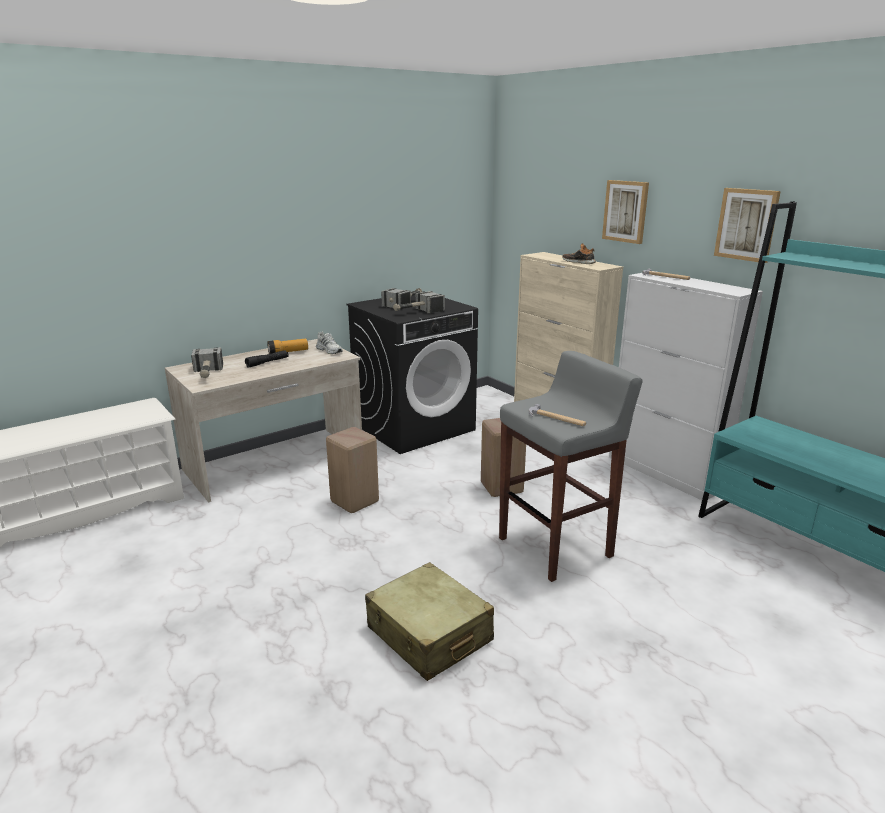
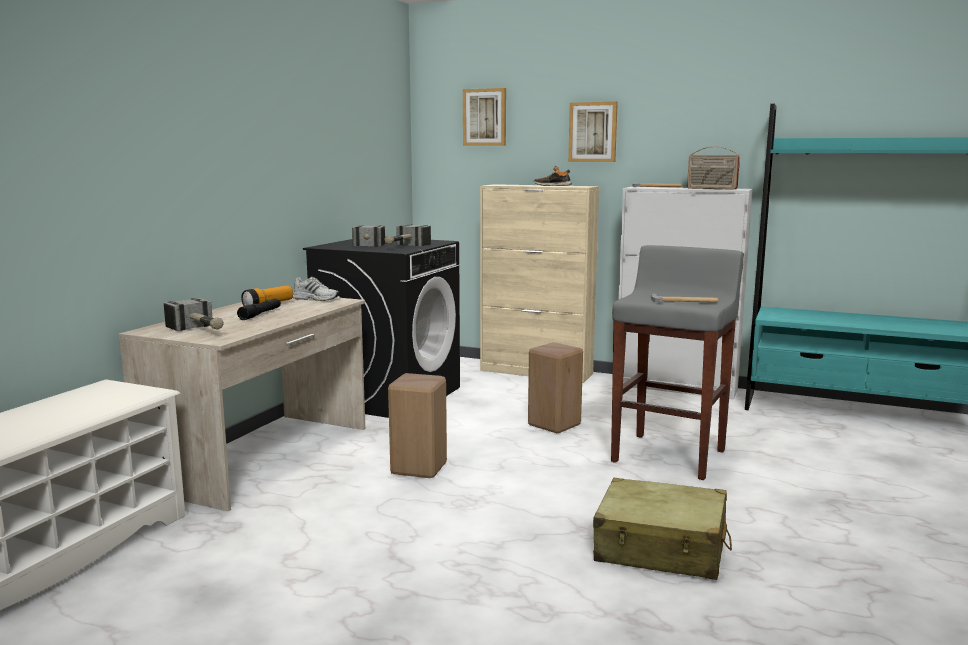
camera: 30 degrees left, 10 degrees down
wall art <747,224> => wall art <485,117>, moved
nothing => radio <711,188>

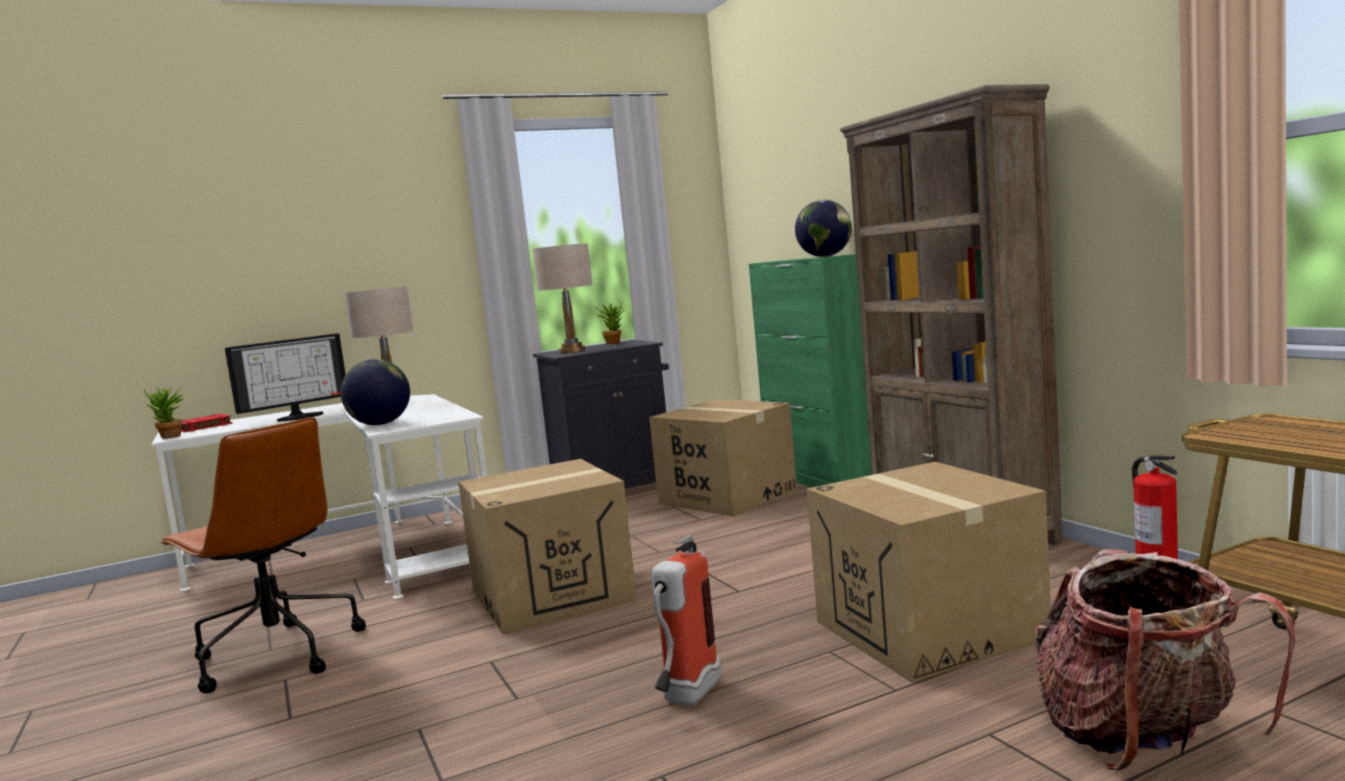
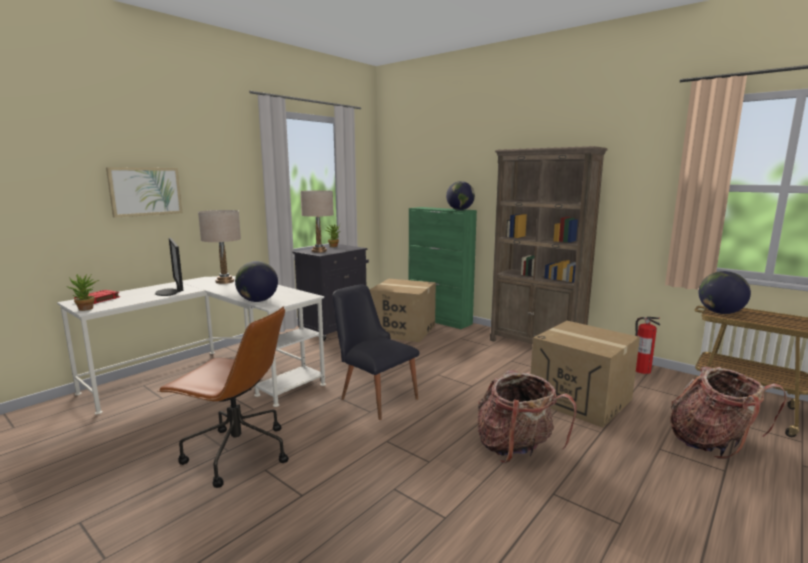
camera: 25 degrees left, 5 degrees up
monitor <300,416> => monitor <171,292>, 120 degrees clockwise
packing box <552,595> => chair in black <374,396>
fire-fighting cylinder <687,698> => knapsack <516,449>
nothing => wall art <145,191>
nothing => globe <720,313>

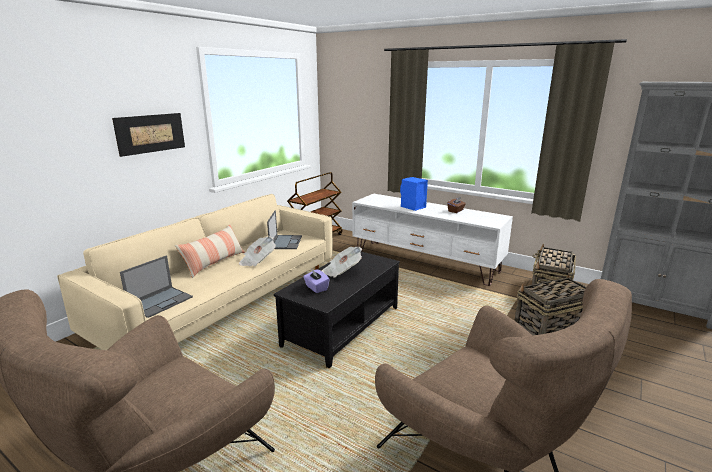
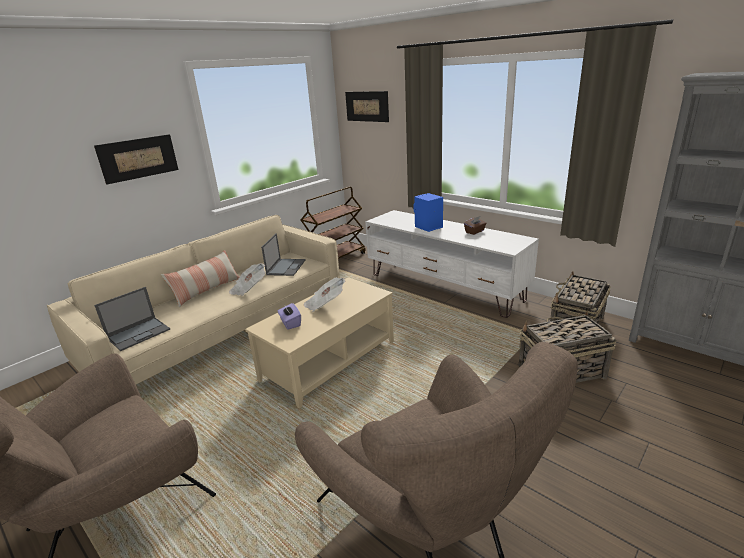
camera: 10 degrees right, 5 degrees up
lounge table in black <341,326> => lounge table in sand-coloured <328,360>
nothing => wall art <367,106>

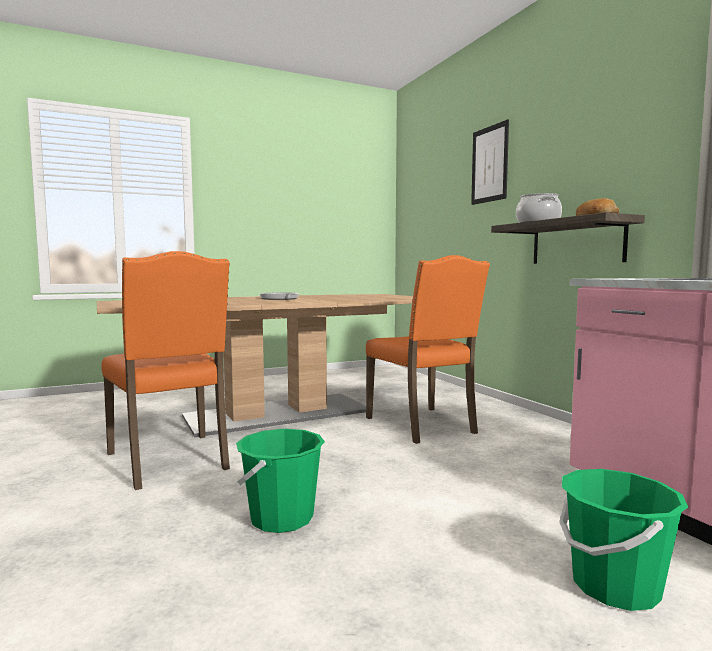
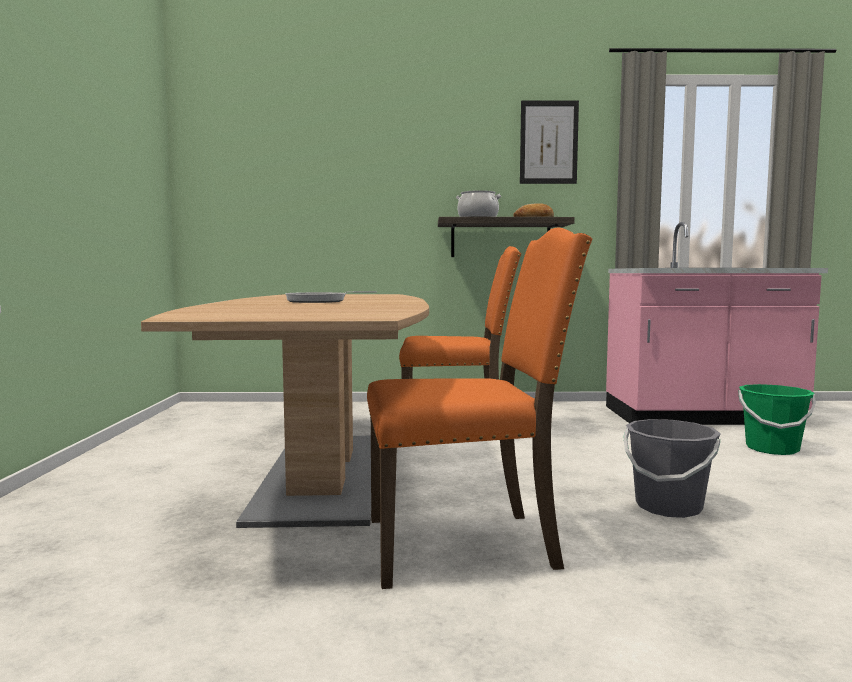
camera: 65 degrees left, 0 degrees up
pail in green <281,518> => pail in greyish <668,507>
wall art <489,164> => wall art <548,142>, moved

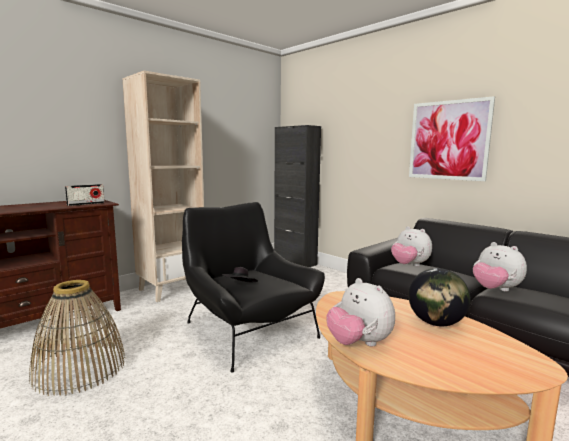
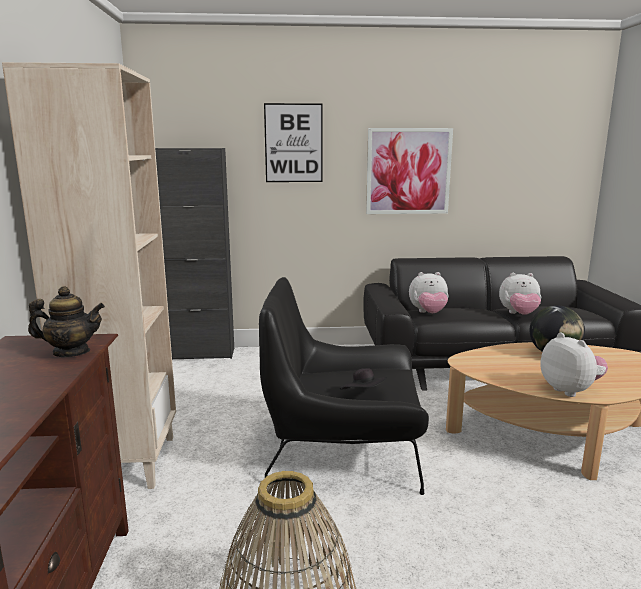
camera: 50 degrees left, 5 degrees up
radio <86,204> => teapot <71,352>
plush toy <359,343> => plush toy <570,390>, 120 degrees counterclockwise
nothing => wall art <293,143>

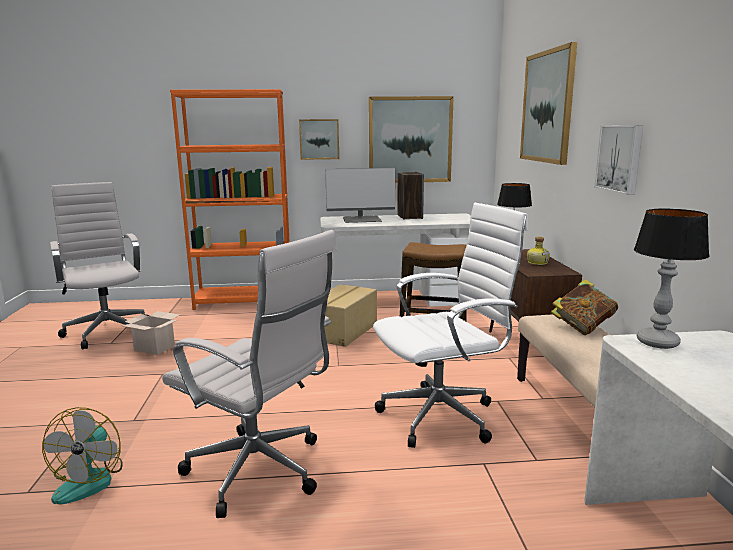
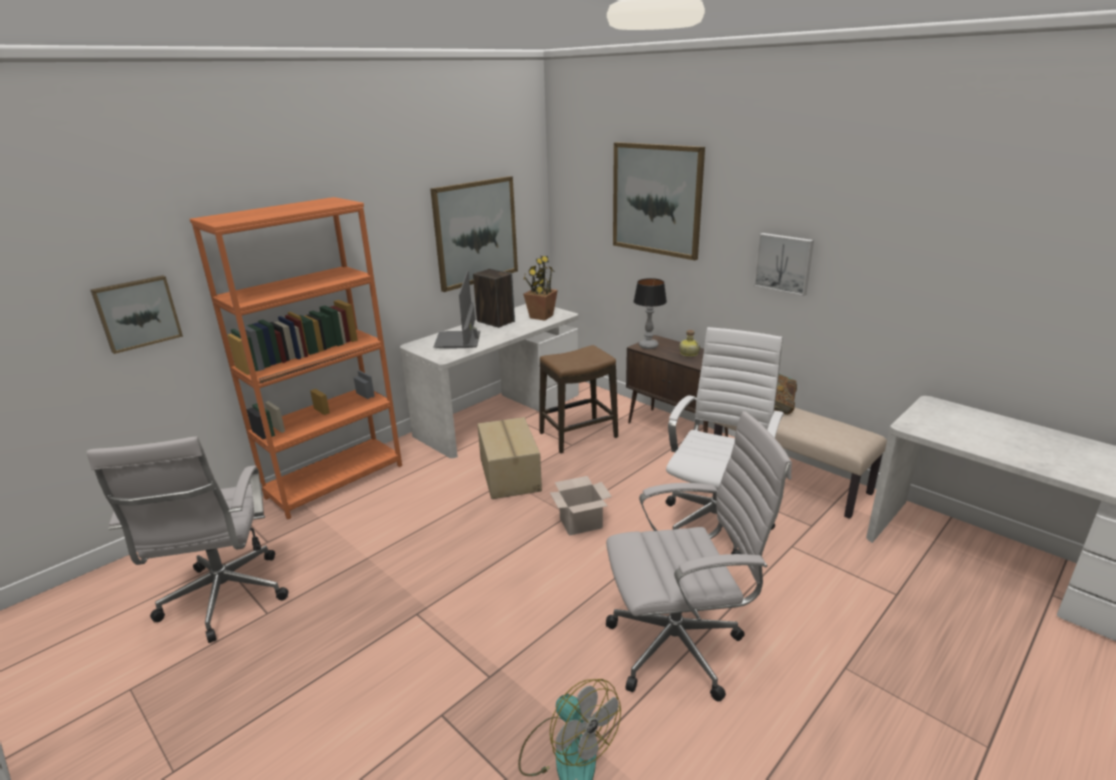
camera: 40 degrees left, 10 degrees up
computer chair in whitish <107,331> => computer chair in whitish <224,601>, 120 degrees counterclockwise
packing box <155,348> => packing box <581,522>, moved
wall art <319,139> => wall art <137,313>, moved
monitor <361,220> => monitor <459,340>, 135 degrees clockwise
lamp for a table <658,342> => nothing
nothing => plant in a pot <541,316>

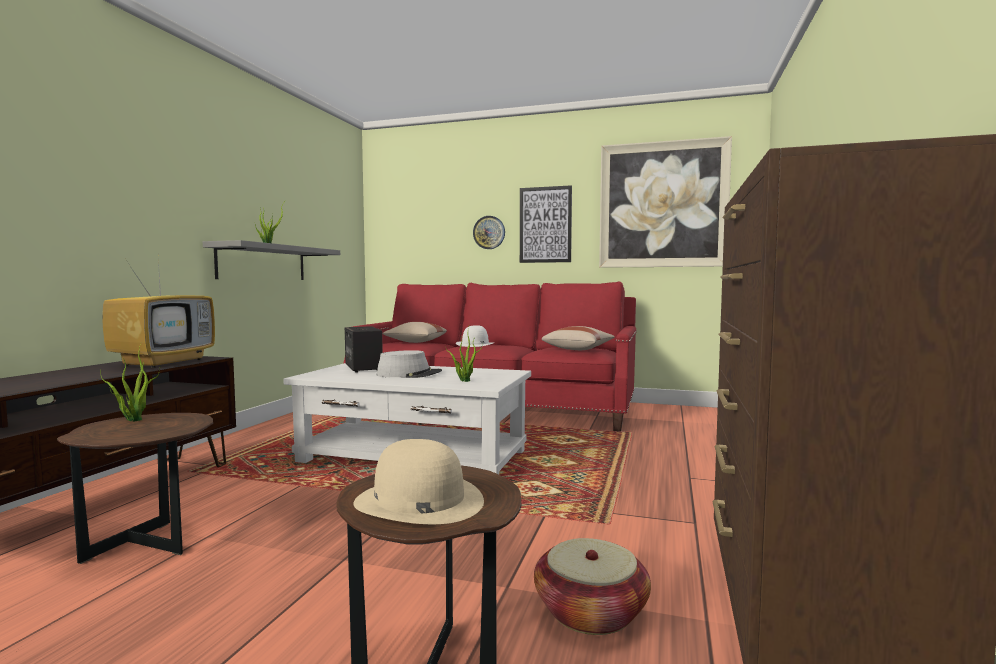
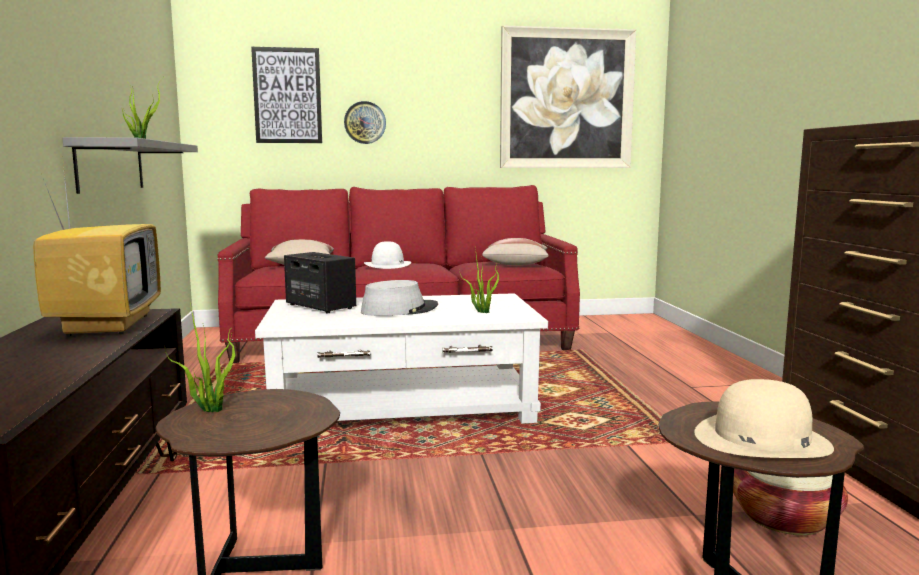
camera: 25 degrees left, 5 degrees up
wall art <545,225> => wall art <287,96>, moved

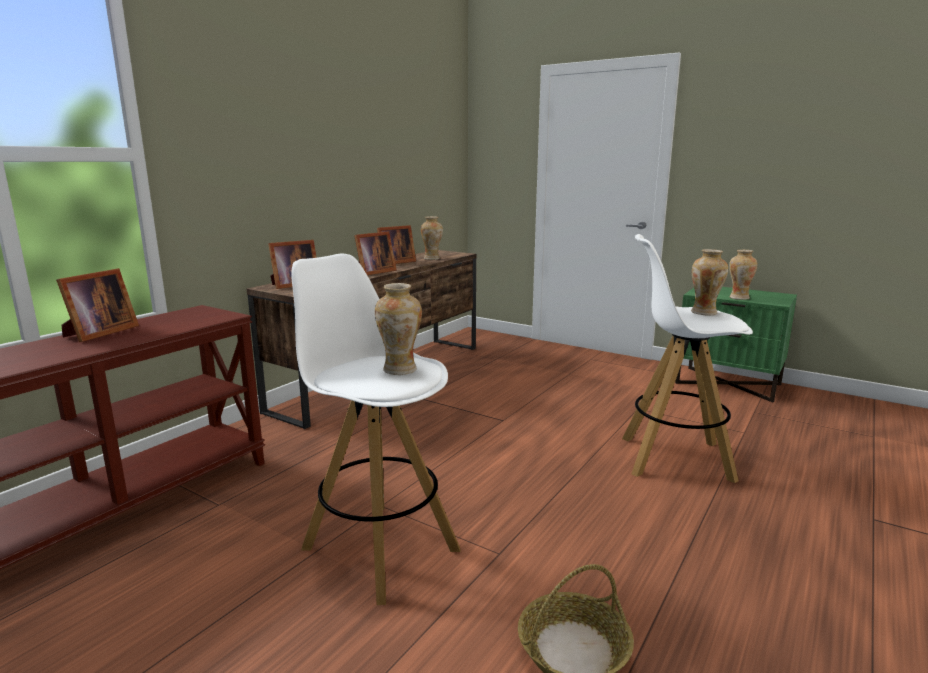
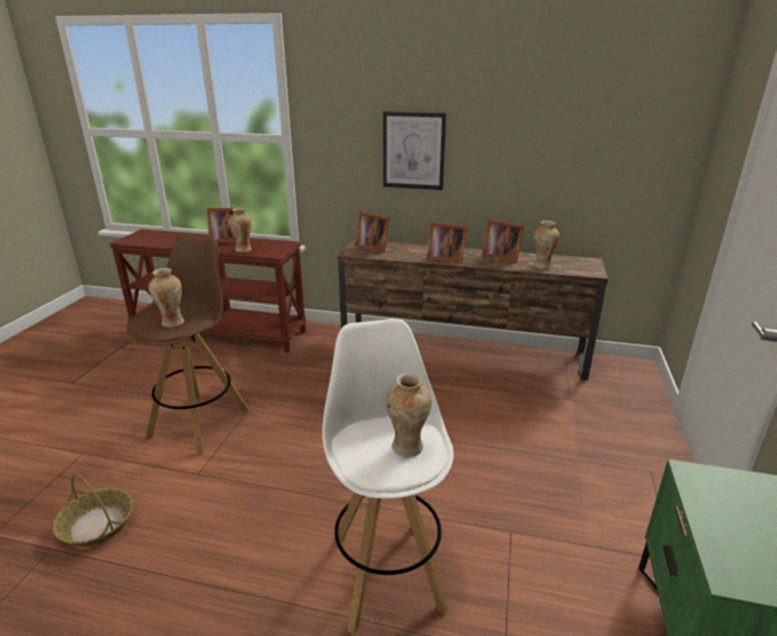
camera: 70 degrees right, 10 degrees up
stool seat in whitish <379,547> => stool seat in brownish <200,422>
decorative vase <738,298> => decorative vase <243,250>, moved
nothing => wall art <413,151>

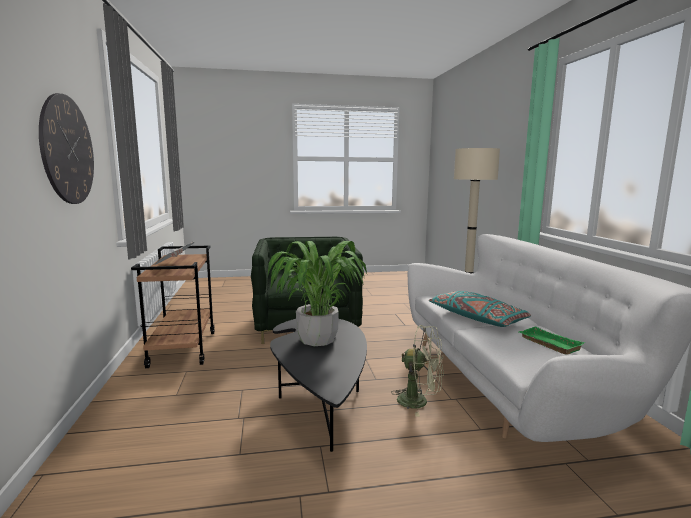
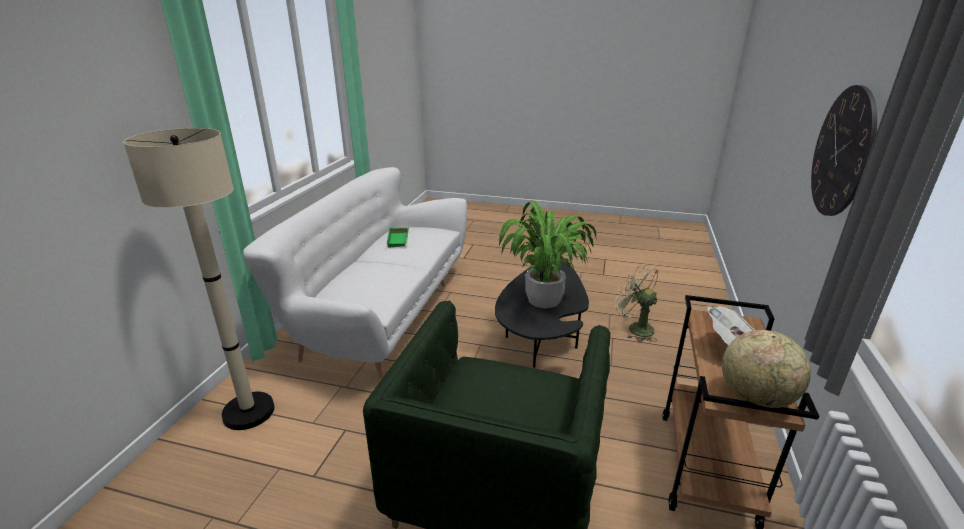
camera: 155 degrees left, 15 degrees up
cooling fan in green <419,402> => cooling fan in green <635,328>, moved
cushion in blue-green <477,318> => nothing
nothing => globe <755,398>

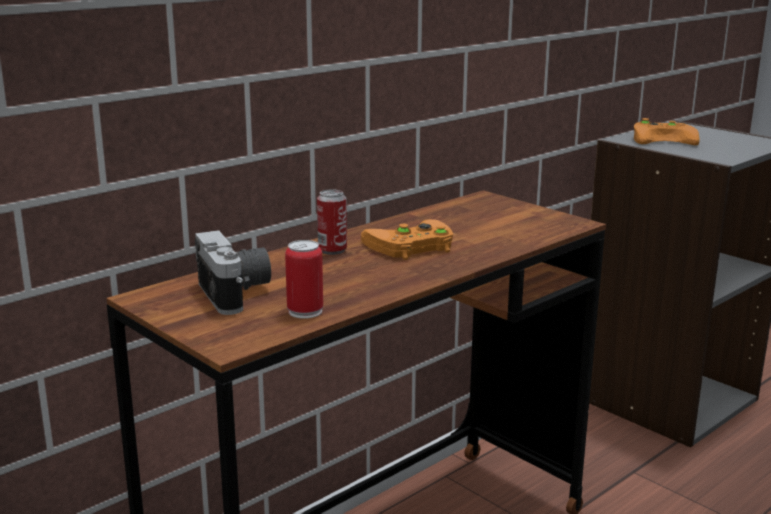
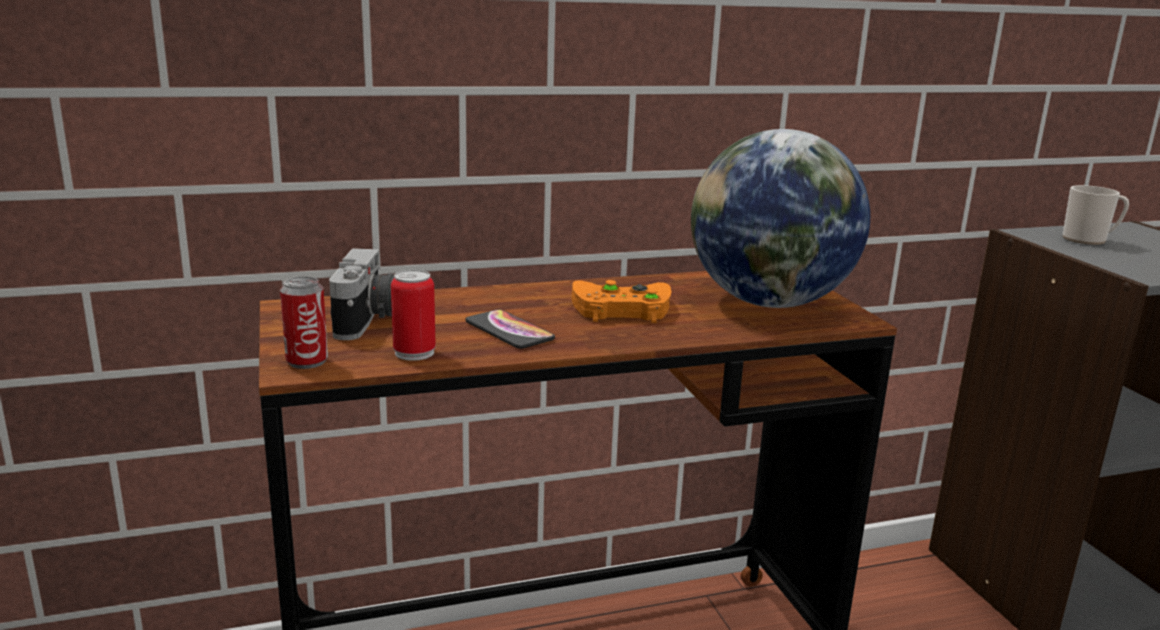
camera: 25 degrees right, 0 degrees up
can <332,250> => can <307,361>, moved
game controller in orange-coloured <665,139> => mug <1089,240>
nothing => phone <509,331>
nothing => globe <769,303>

